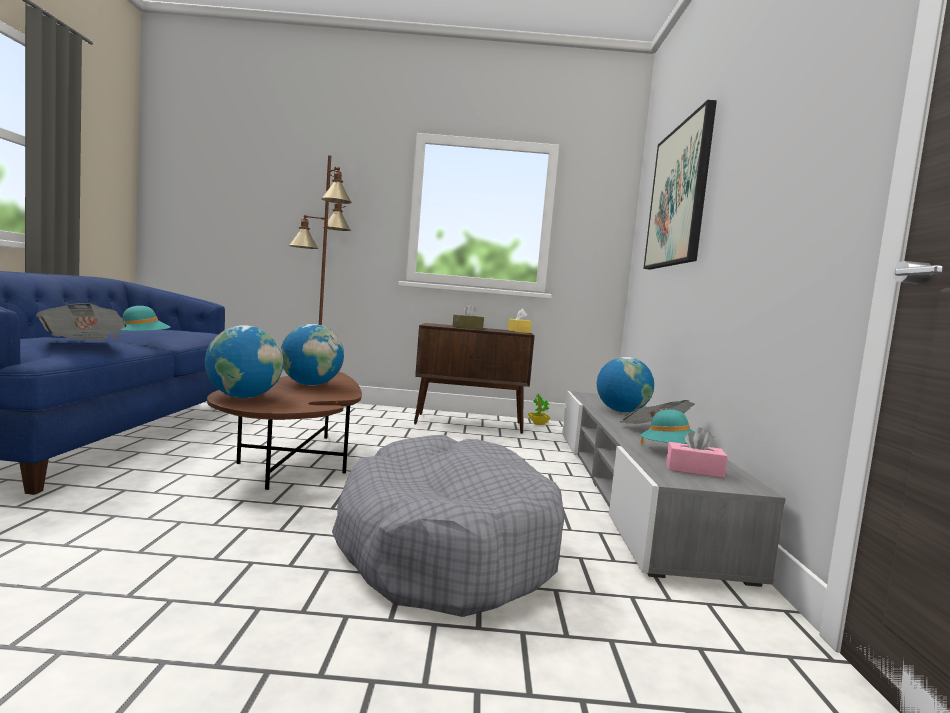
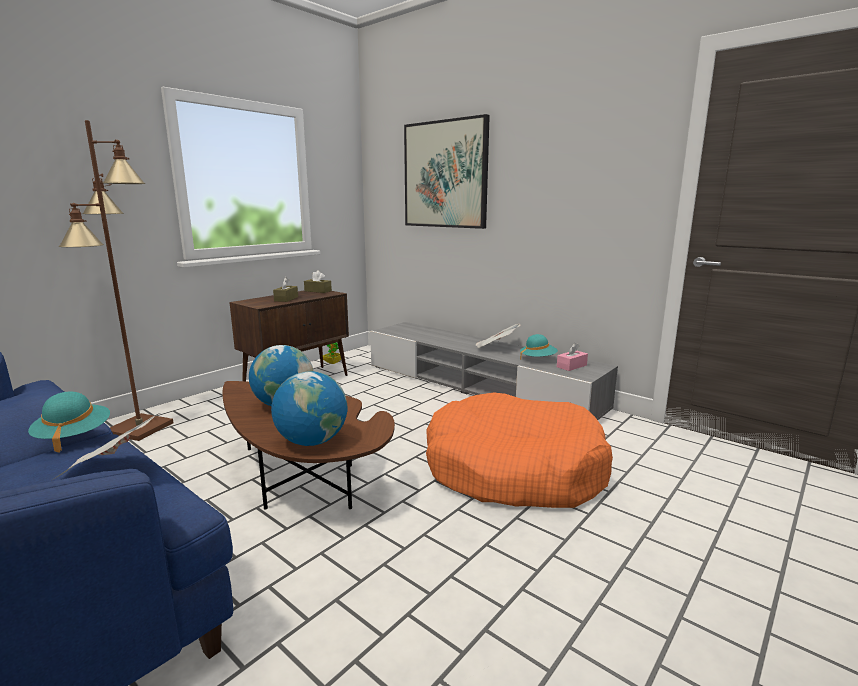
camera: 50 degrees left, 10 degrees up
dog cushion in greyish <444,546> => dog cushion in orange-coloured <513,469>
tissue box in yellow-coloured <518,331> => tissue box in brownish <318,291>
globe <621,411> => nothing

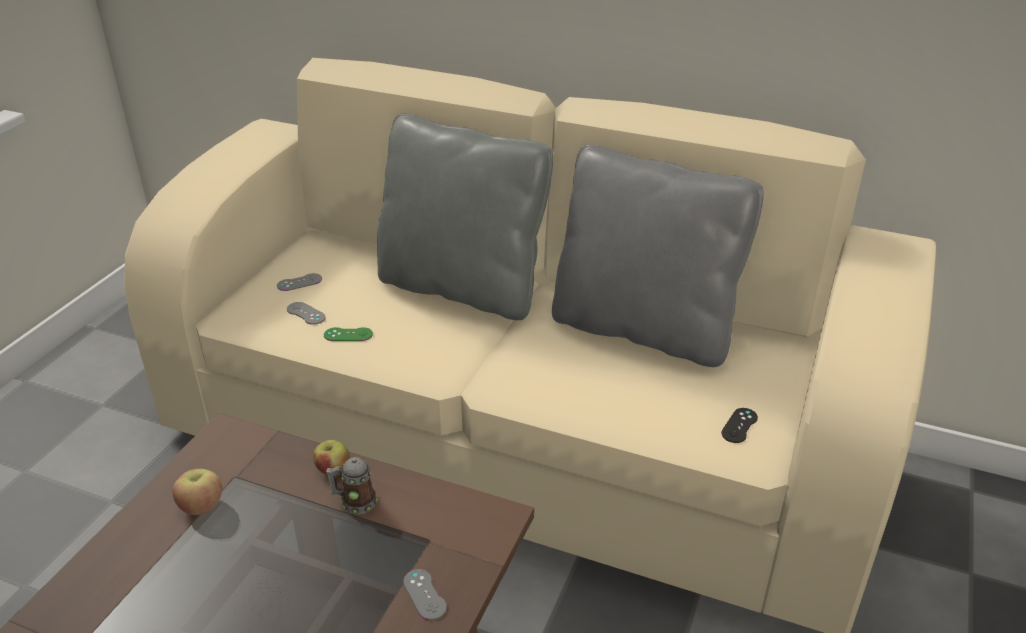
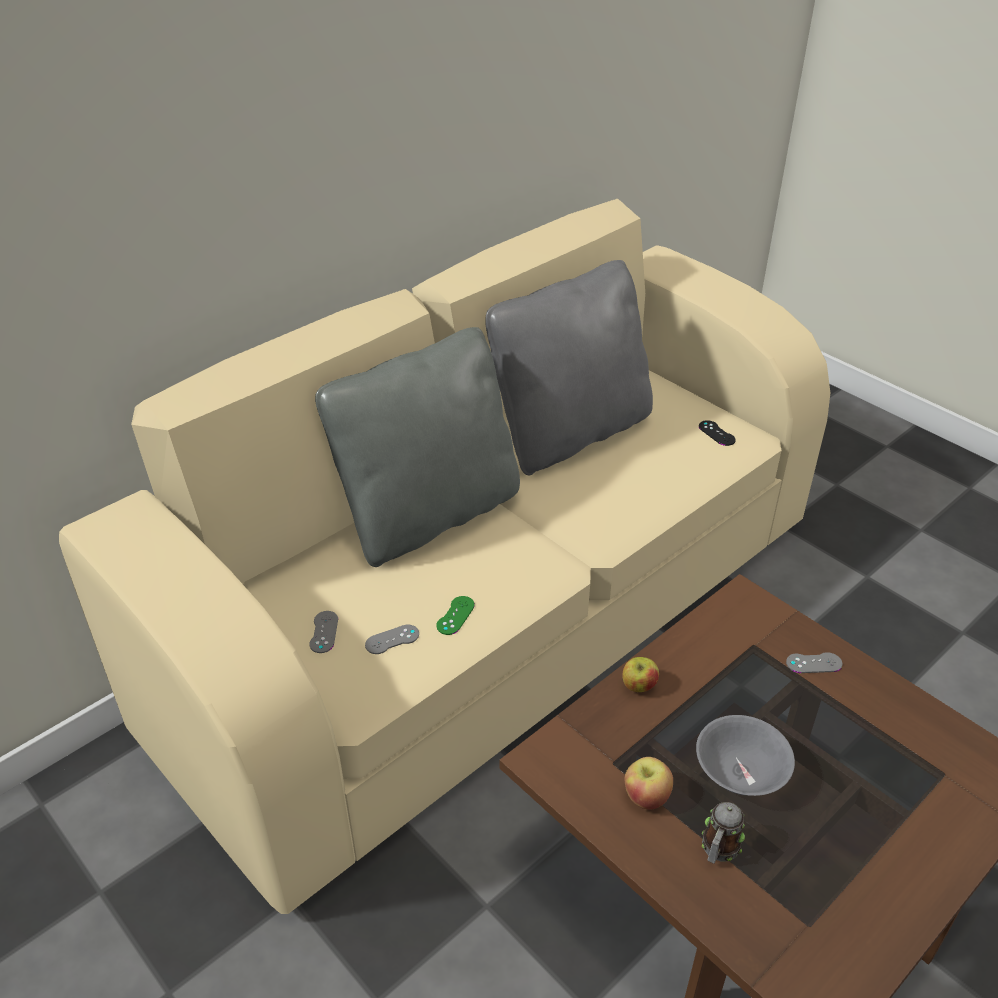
camera: 65 degrees left, 5 degrees up
mug <354,502> => mug <718,849>, moved
nothing => deep dish in greyish <739,775>

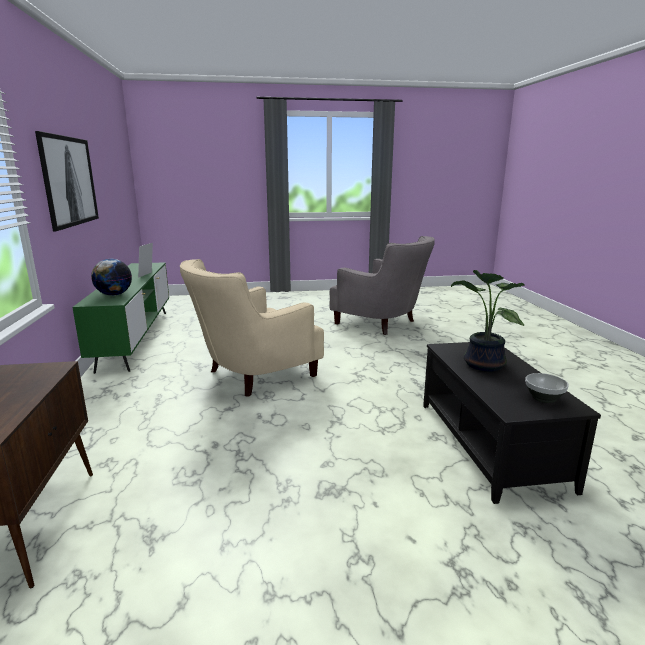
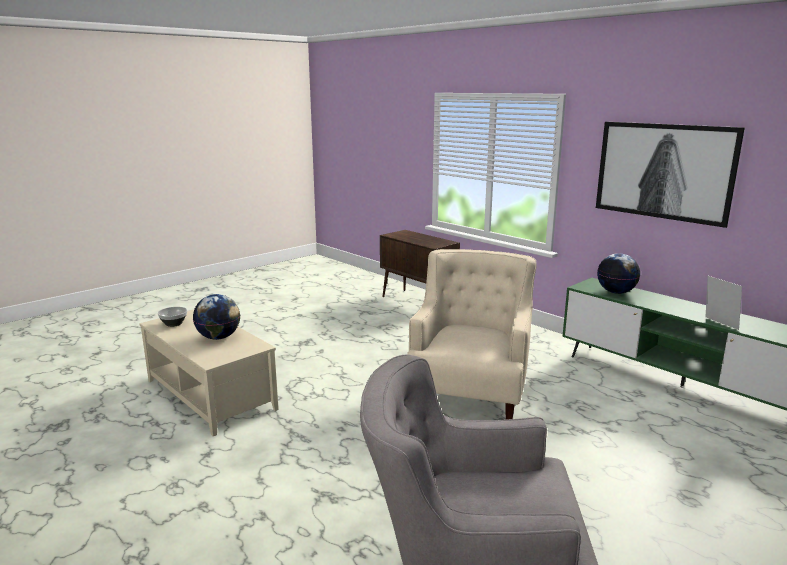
camera: 145 degrees right, 0 degrees up
lounge table in black <491,443> => lounge table in sand-coloured <209,395>
plant in a pot <481,365> => globe <219,337>

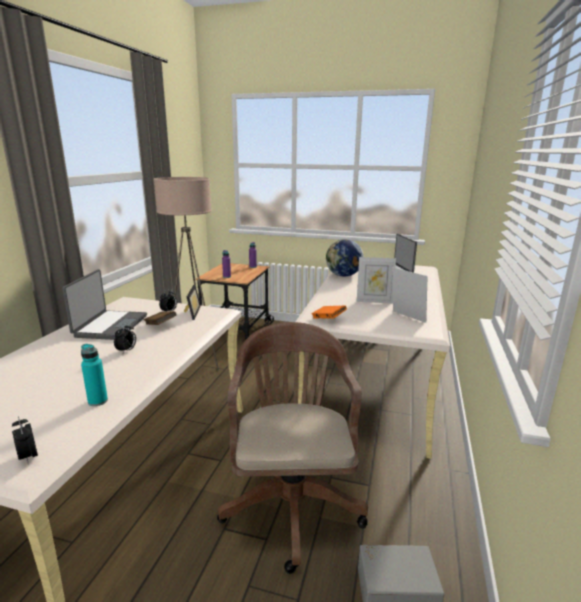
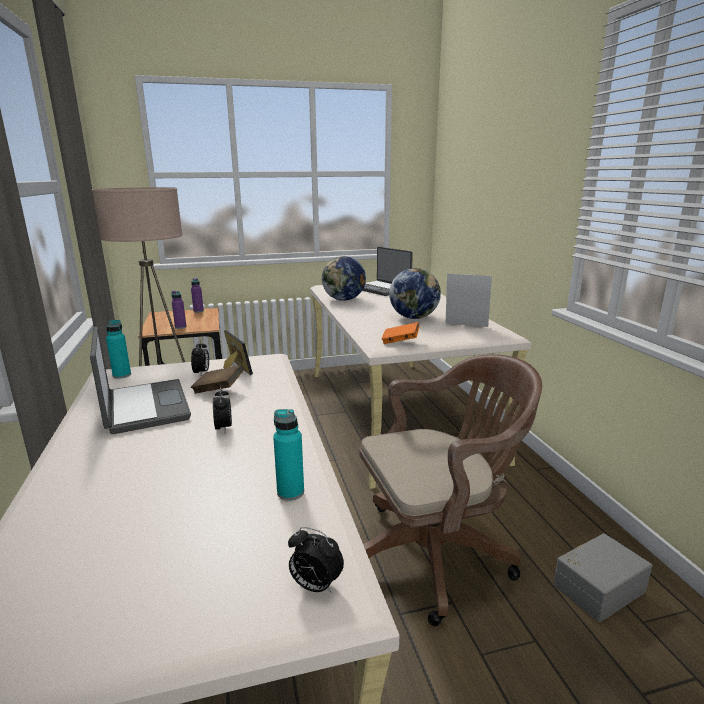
camera: 30 degrees left, 0 degrees up
computer chair in brownish <292,499> => computer chair in brownish <437,553>, 105 degrees clockwise
standing frame <374,301> => globe <414,317>
nothing => drink bottle in blue-green <122,375>

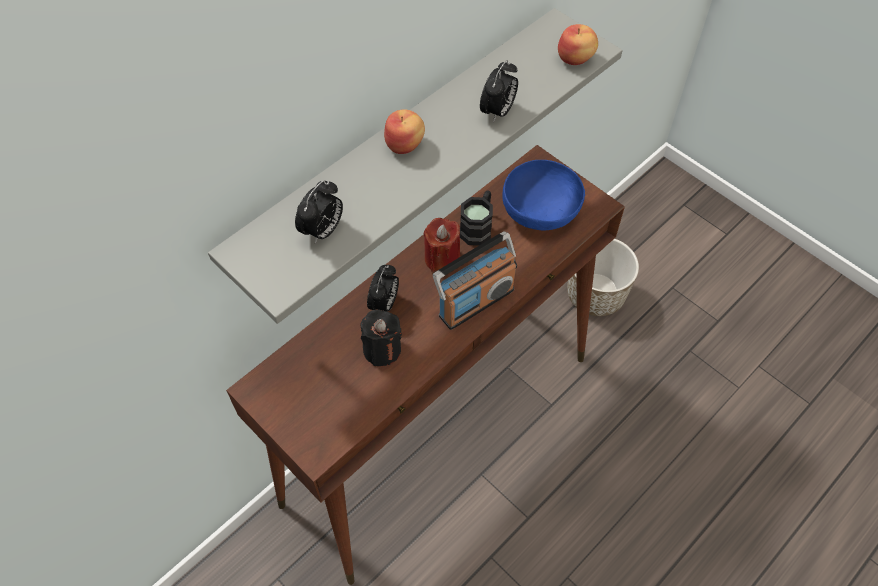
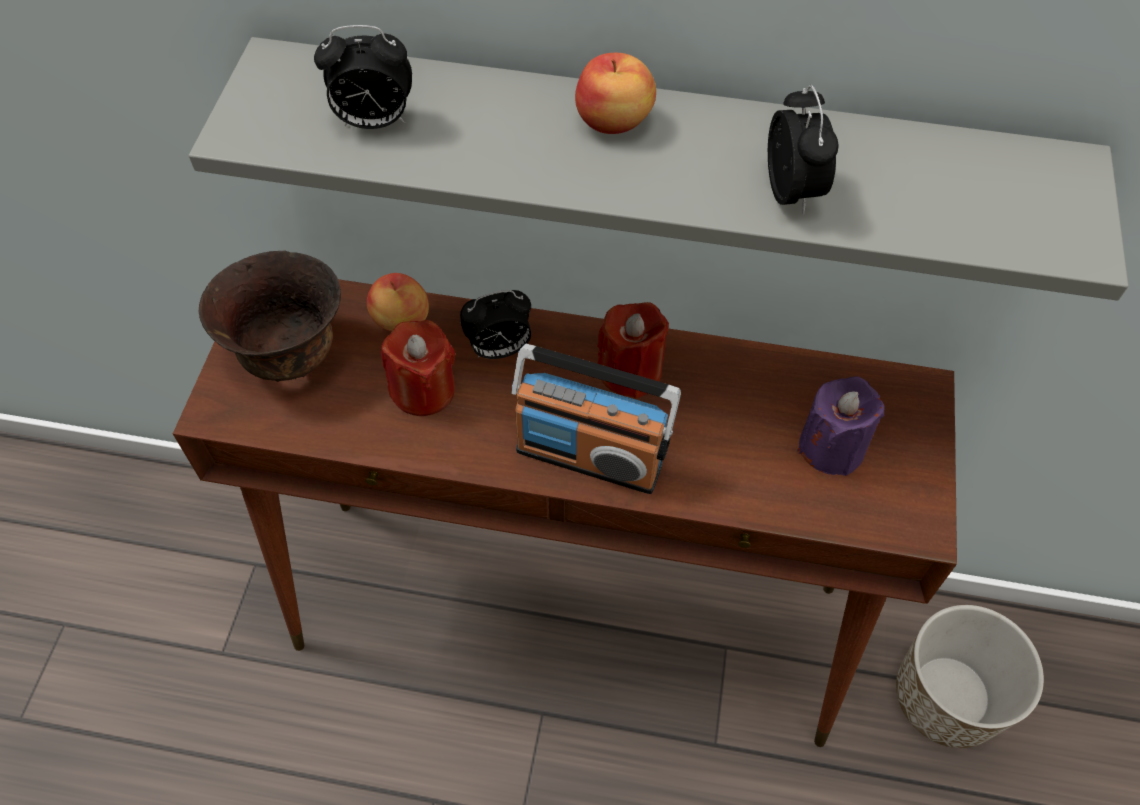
camera: 55 degrees right, 0 degrees up
wax light in black <382,349> => wax light in reddish <423,390>
mug in black <478,227> => nothing
bedside clock <498,112> => bedside clock <792,192>, 90 degrees counterclockwise
deep dish in bluish <541,210> => wax light in purplish <831,447>
whole apple <575,59> => whole apple <401,322>, moved
nothing => deep dish in brownish <289,355>

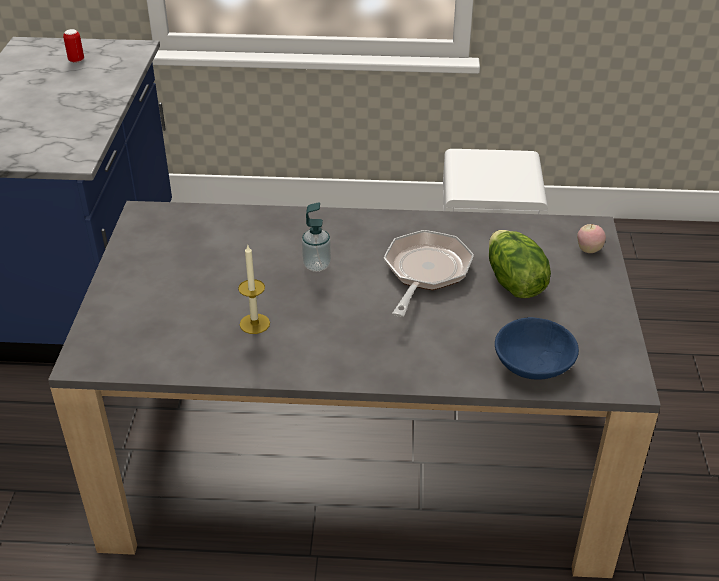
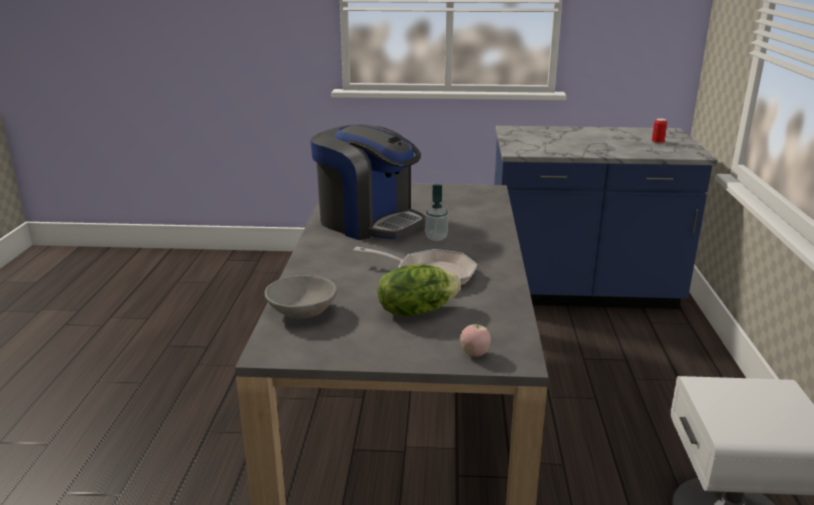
camera: 90 degrees right, 15 degrees down
wax light <254,324> => coffee brewer <369,222>
deep dish in bluish <534,366> => deep dish in greyish <302,312>

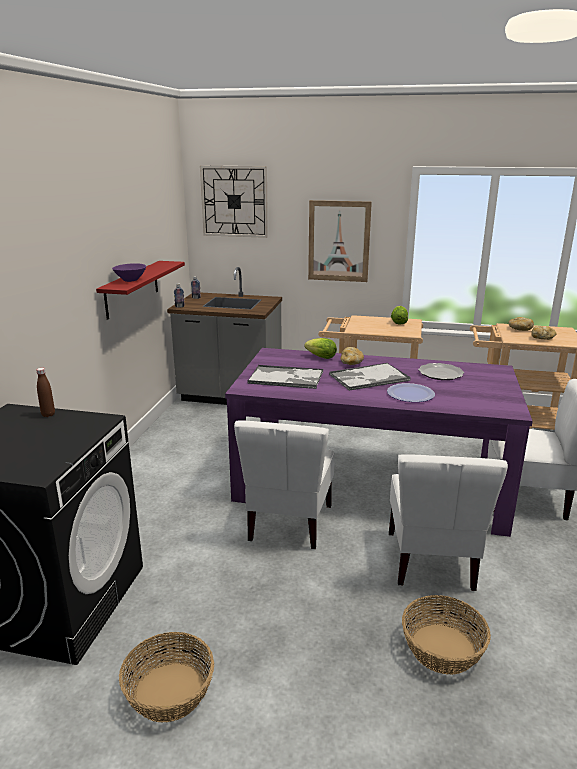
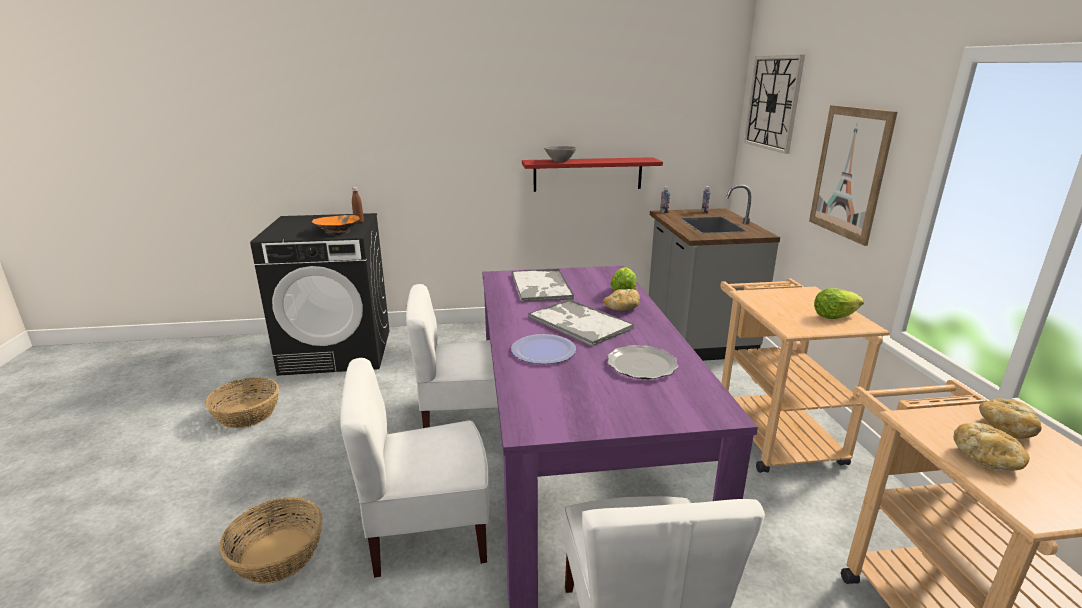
camera: 70 degrees right, 0 degrees up
deep dish in purplish <130,280> => deep dish in greyish <559,161>
nothing => deep dish in orange-coloured <338,231>

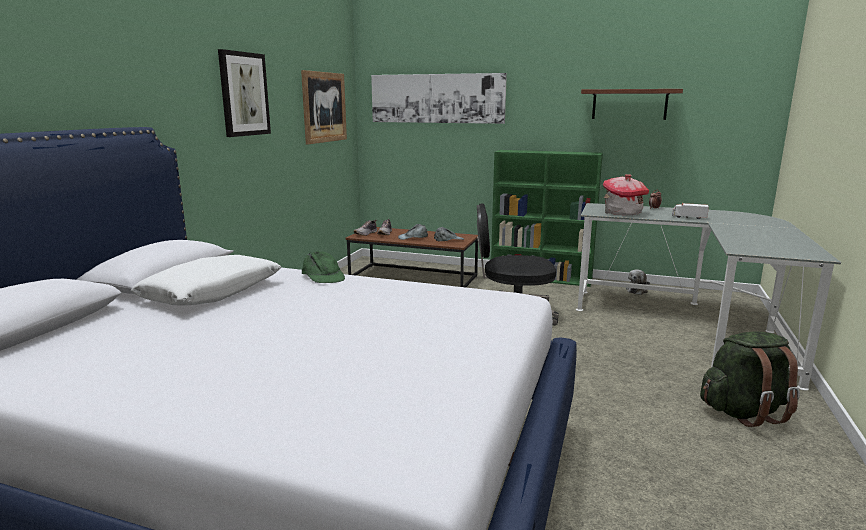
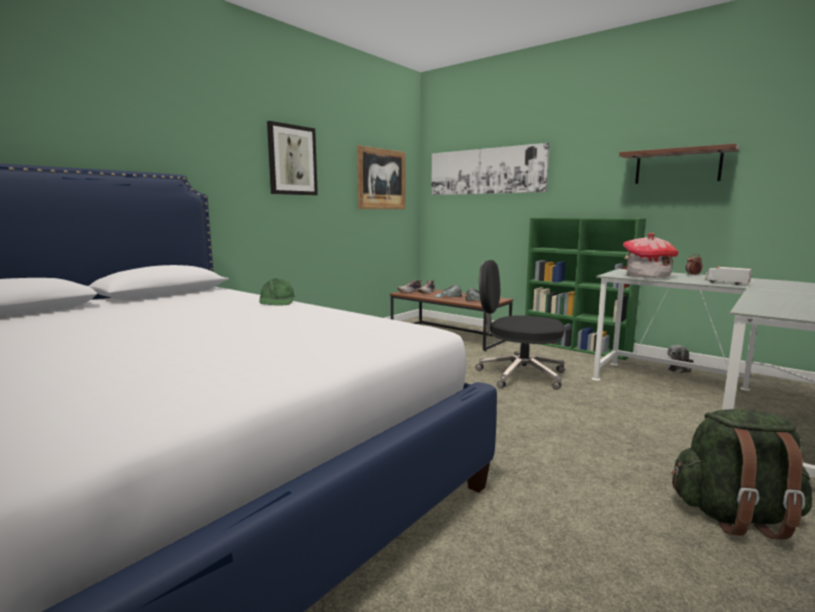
camera: 20 degrees right, 5 degrees down
cushion in whitish <212,293> => nothing

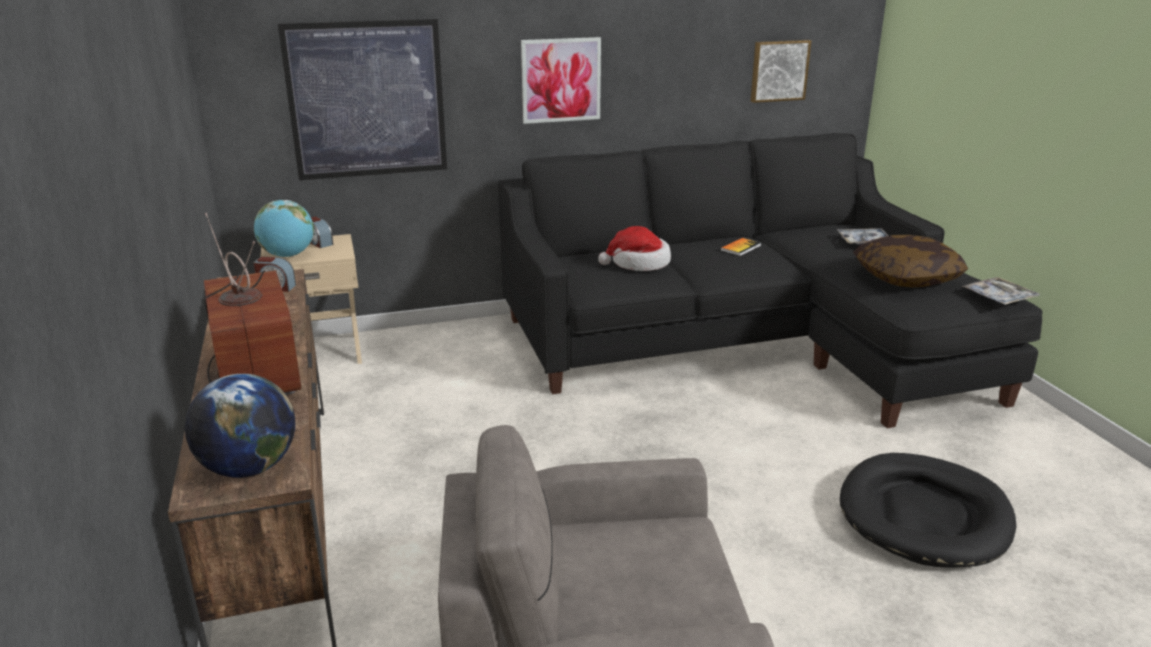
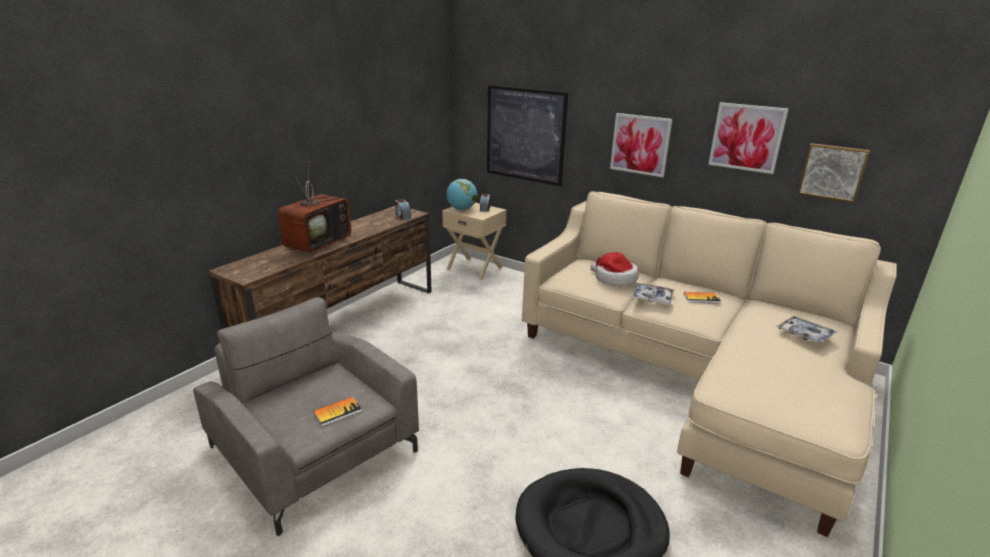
camera: 50 degrees right, 0 degrees up
globe <248,468> => nothing
couch in black <748,342> => couch in sand-coloured <695,373>
cushion <906,277> => nothing
serving tray <999,297> => serving tray <652,298>, moved
nothing => volume <337,412>
nothing => wall art <746,137>

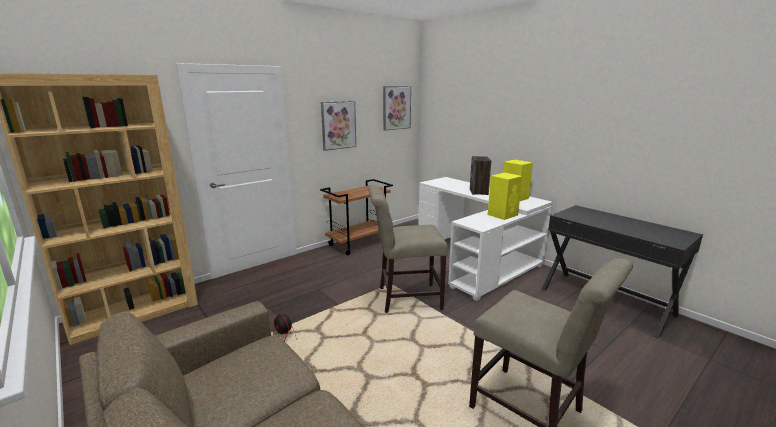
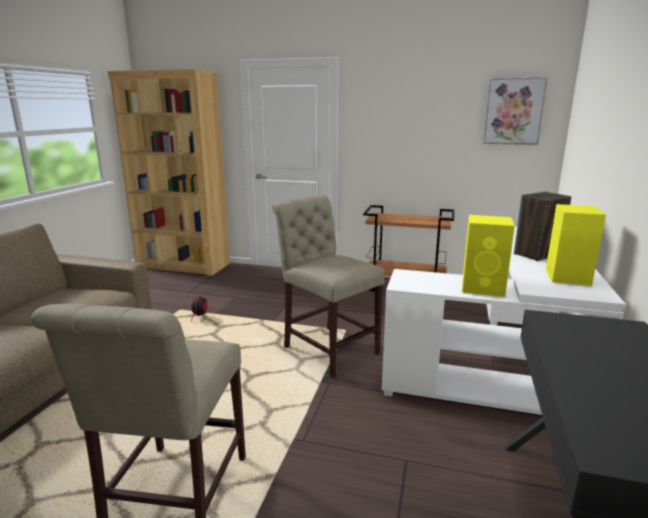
camera: 55 degrees right, 0 degrees up
wall art <338,125> => nothing

